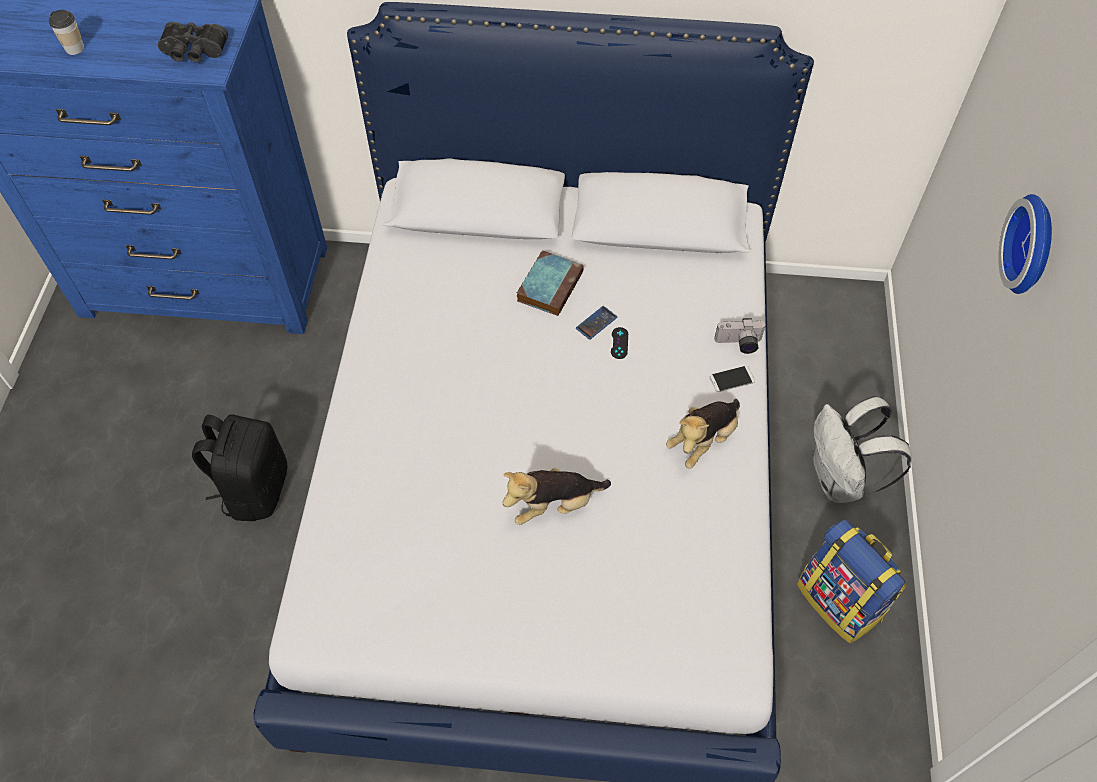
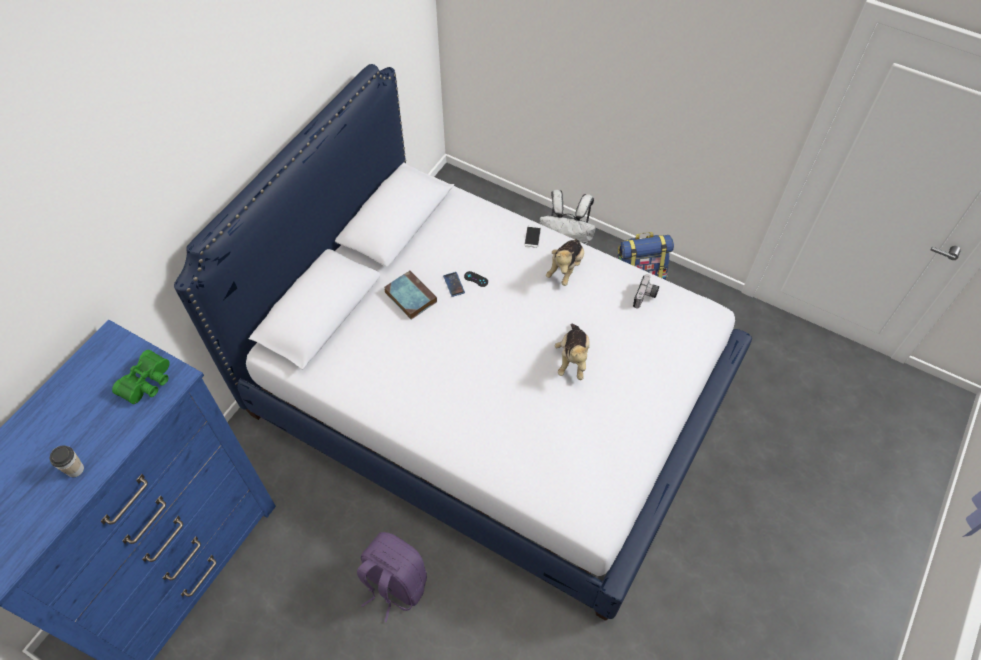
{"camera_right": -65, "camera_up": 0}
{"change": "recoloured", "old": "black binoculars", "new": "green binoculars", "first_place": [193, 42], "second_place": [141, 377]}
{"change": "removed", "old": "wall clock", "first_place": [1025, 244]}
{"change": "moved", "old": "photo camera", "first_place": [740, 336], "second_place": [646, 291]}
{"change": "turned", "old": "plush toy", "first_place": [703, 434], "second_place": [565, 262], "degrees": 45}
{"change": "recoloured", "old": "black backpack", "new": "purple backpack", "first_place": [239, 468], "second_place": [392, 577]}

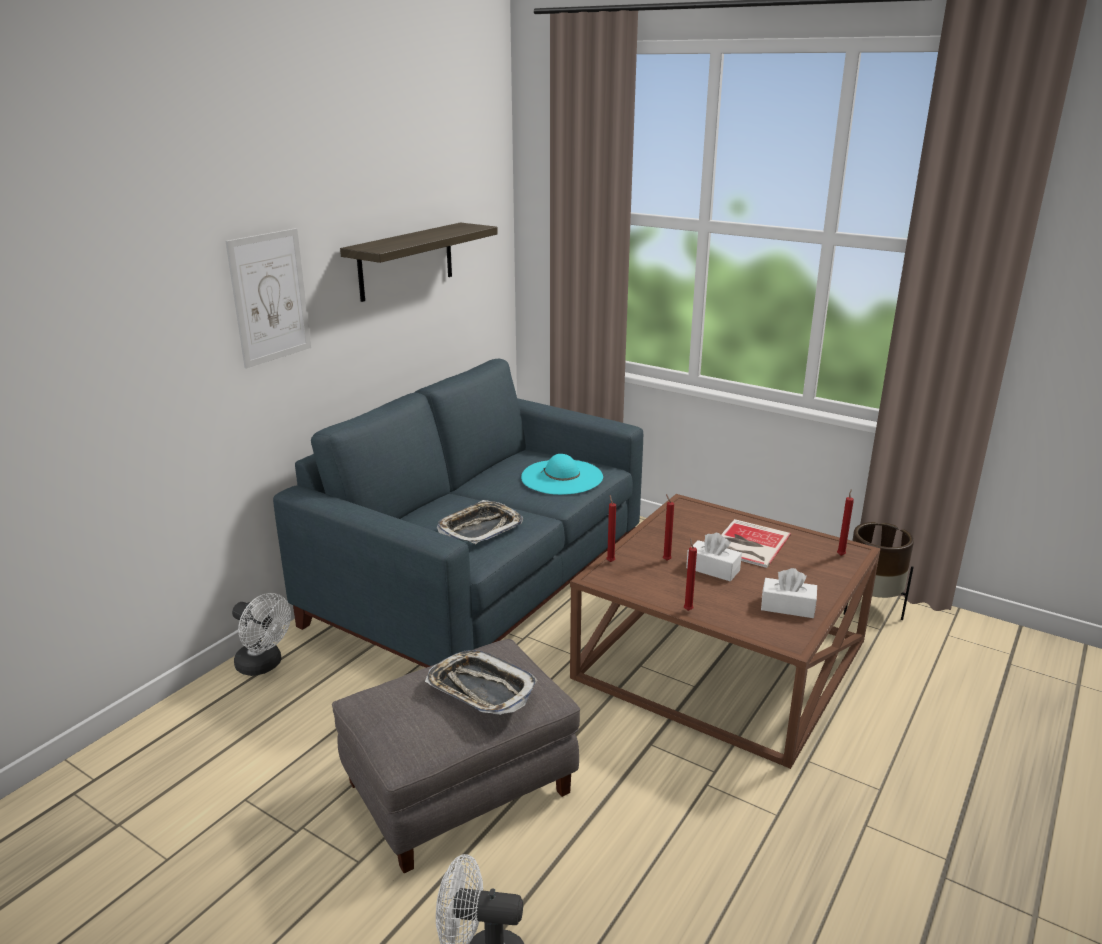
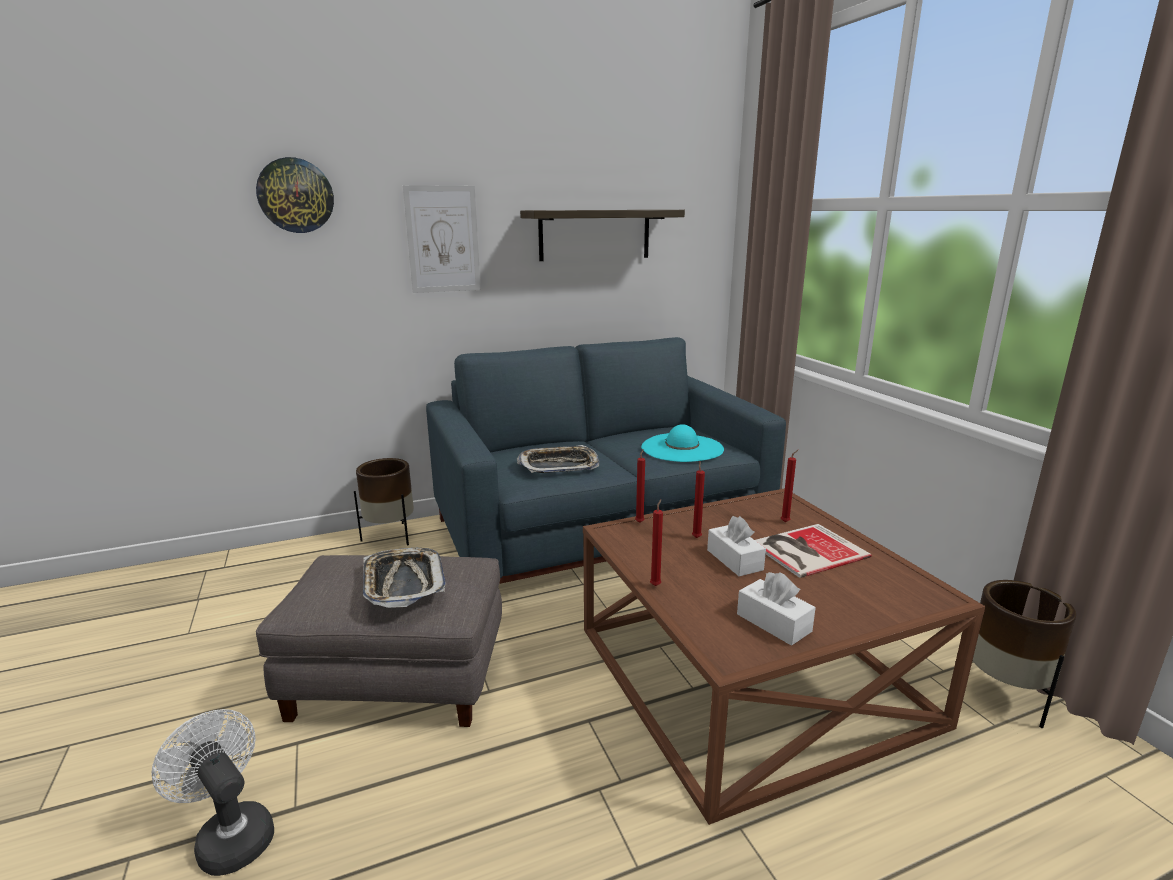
{"camera_right": 35, "camera_up": -5}
{"change": "moved", "old": "red candle", "first_place": [845, 522], "second_place": [789, 486]}
{"change": "replaced", "old": "white fan", "new": "brown planter", "first_place": [261, 634], "second_place": [384, 502]}
{"change": "added", "new": "wall clock", "second_place": [295, 195]}

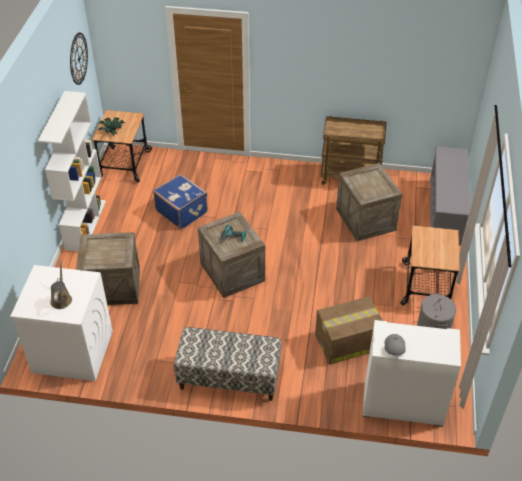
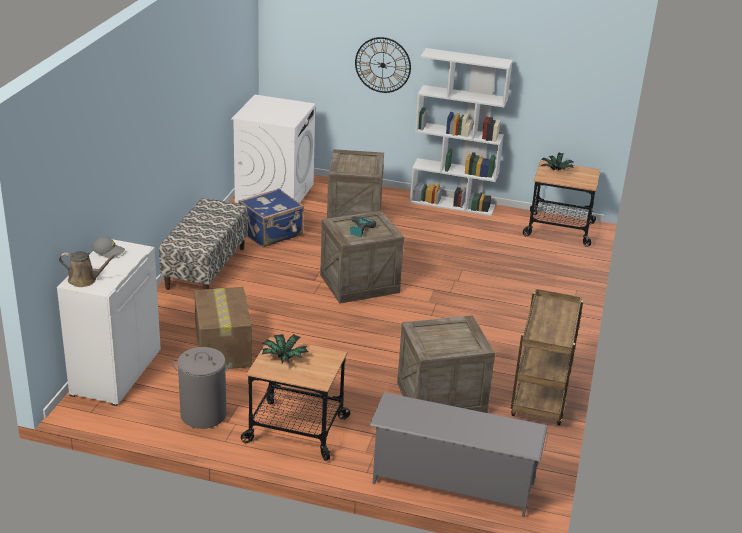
{"camera_right": 95, "camera_up": -15}
{"change": "moved", "old": "wall clock", "first_place": [79, 59], "second_place": [383, 65]}
{"change": "moved", "old": "blue suitcase", "first_place": [180, 201], "second_place": [271, 217]}
{"change": "moved", "old": "brown watering can", "first_place": [61, 284], "second_place": [88, 269]}
{"change": "added", "new": "potted plant", "second_place": [285, 349]}

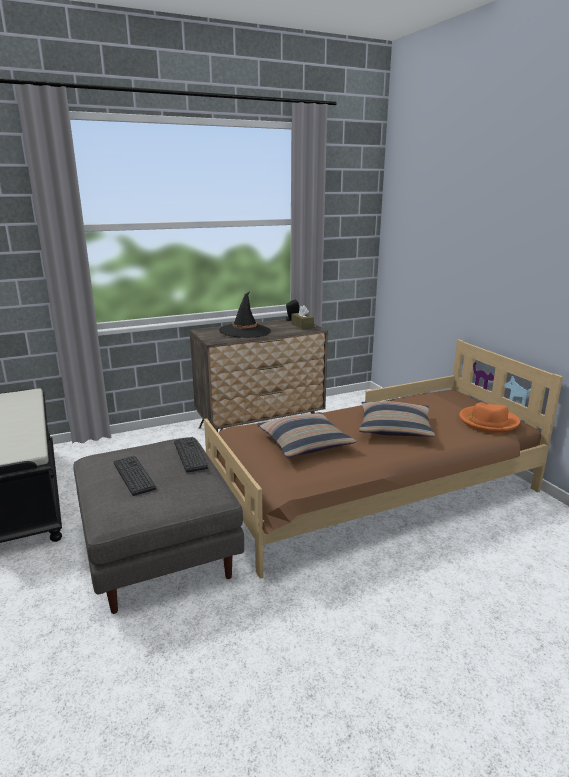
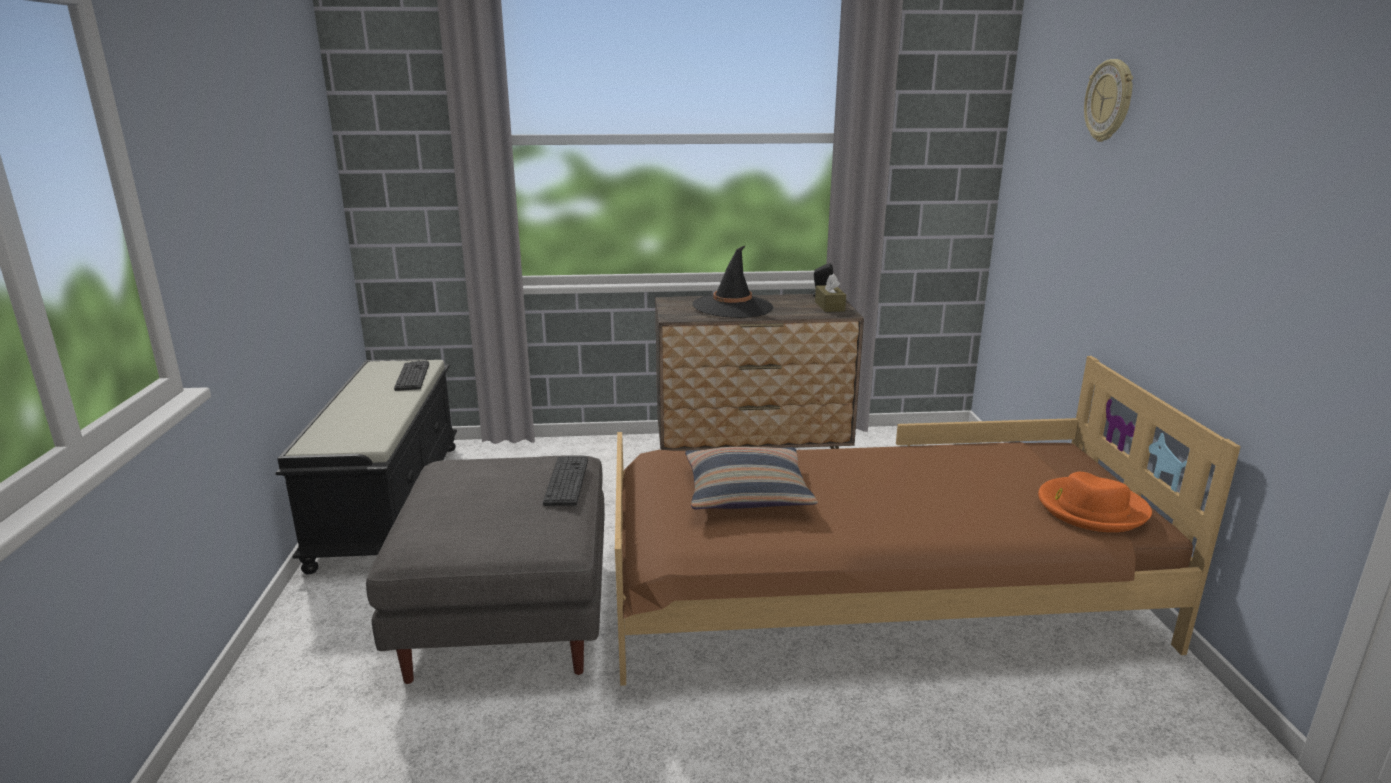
{"camera_right": 20, "camera_up": 0}
{"change": "removed", "old": "pillow", "first_place": [397, 419]}
{"change": "moved", "old": "keyboard", "first_place": [134, 476], "second_place": [411, 376]}
{"change": "added", "new": "wall clock", "second_place": [1108, 100]}

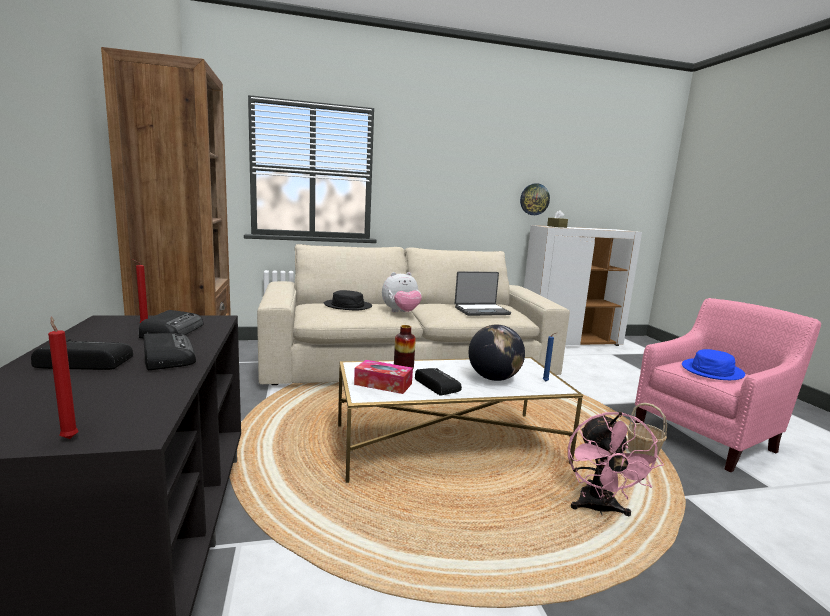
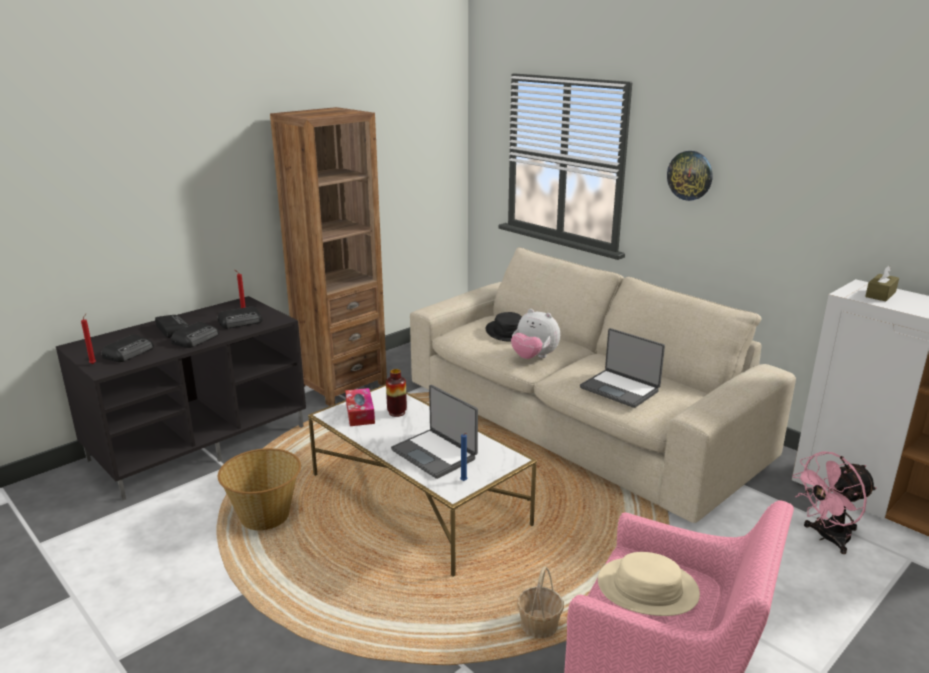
{"camera_right": 60, "camera_up": 10}
{"change": "moved", "old": "wall clock", "first_place": [535, 199], "second_place": [690, 176]}
{"change": "replaced", "old": "globe", "new": "laptop", "first_place": [497, 353], "second_place": [434, 432]}
{"change": "recoloured", "old": "blue hat", "new": "beige hat", "first_place": [713, 364], "second_place": [649, 584]}
{"change": "moved", "old": "radio", "first_place": [438, 382], "second_place": [128, 348]}
{"change": "moved", "old": "pink fan", "first_place": [616, 464], "second_place": [835, 502]}
{"change": "added", "new": "basket", "second_place": [259, 489]}

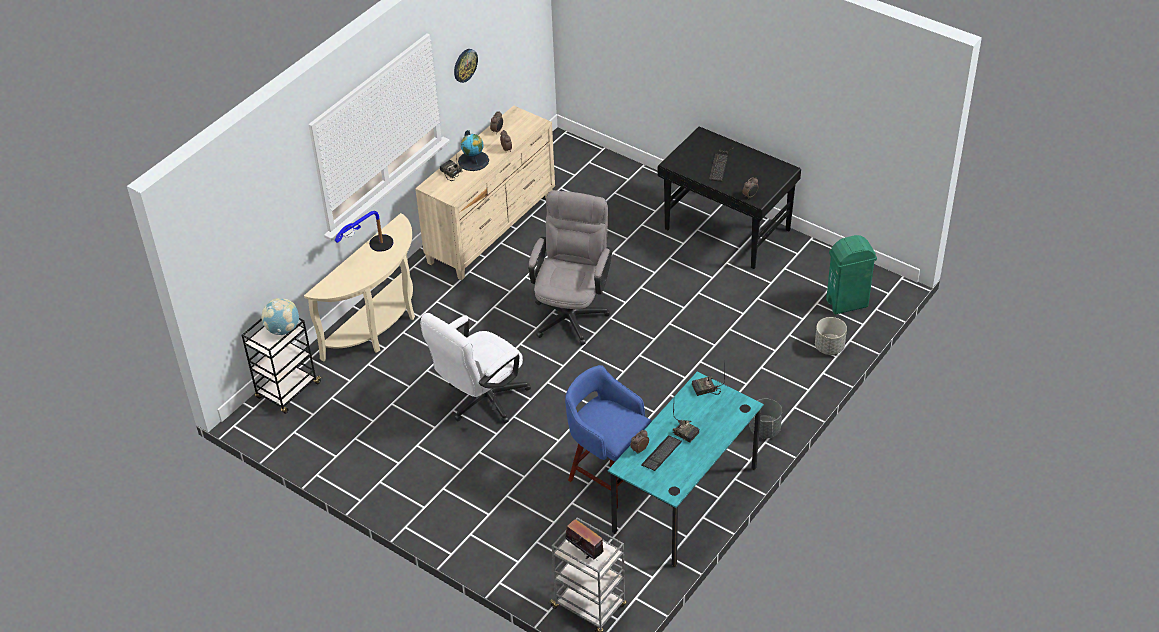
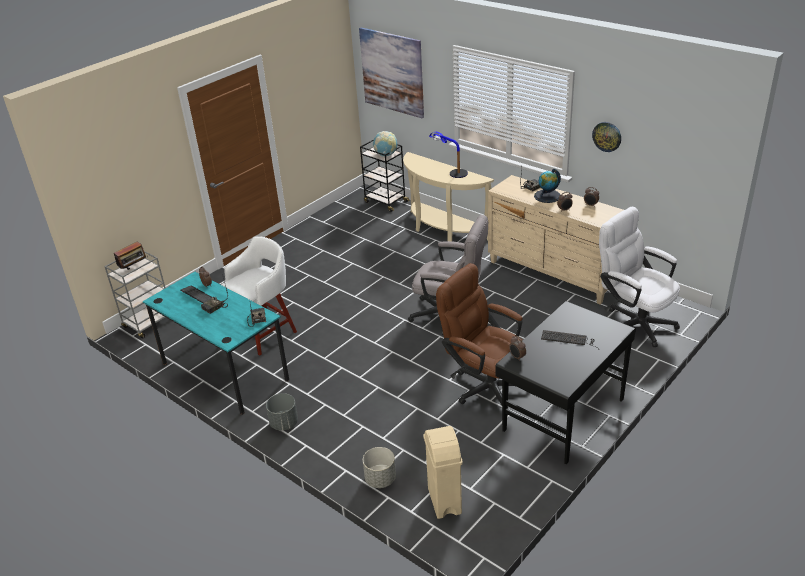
{"camera_right": 95, "camera_up": -10}
{"change": "recoloured", "old": "green trash can", "new": "beige trash can", "first_place": [851, 274], "second_place": [443, 472]}
{"change": "moved", "old": "white office chair", "first_place": [475, 368], "second_place": [639, 277]}
{"change": "recoloured", "old": "blue stool", "new": "white stool", "first_place": [608, 437], "second_place": [259, 296]}
{"change": "added", "new": "picture", "second_place": [391, 73]}
{"change": "added", "new": "brown office chair", "second_place": [479, 336]}

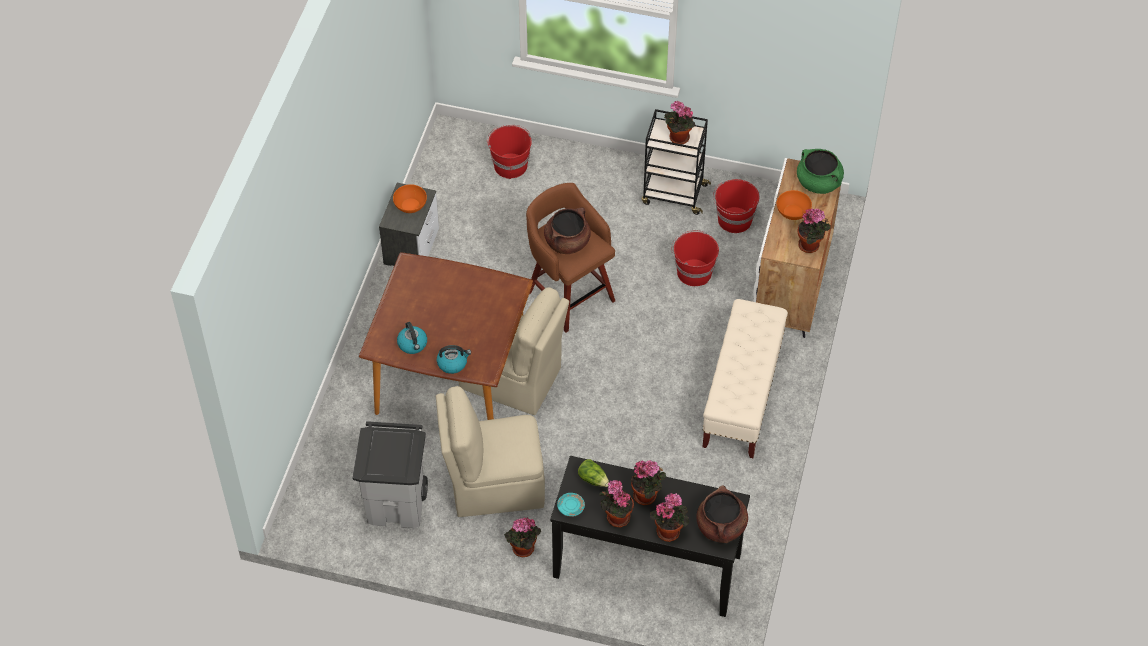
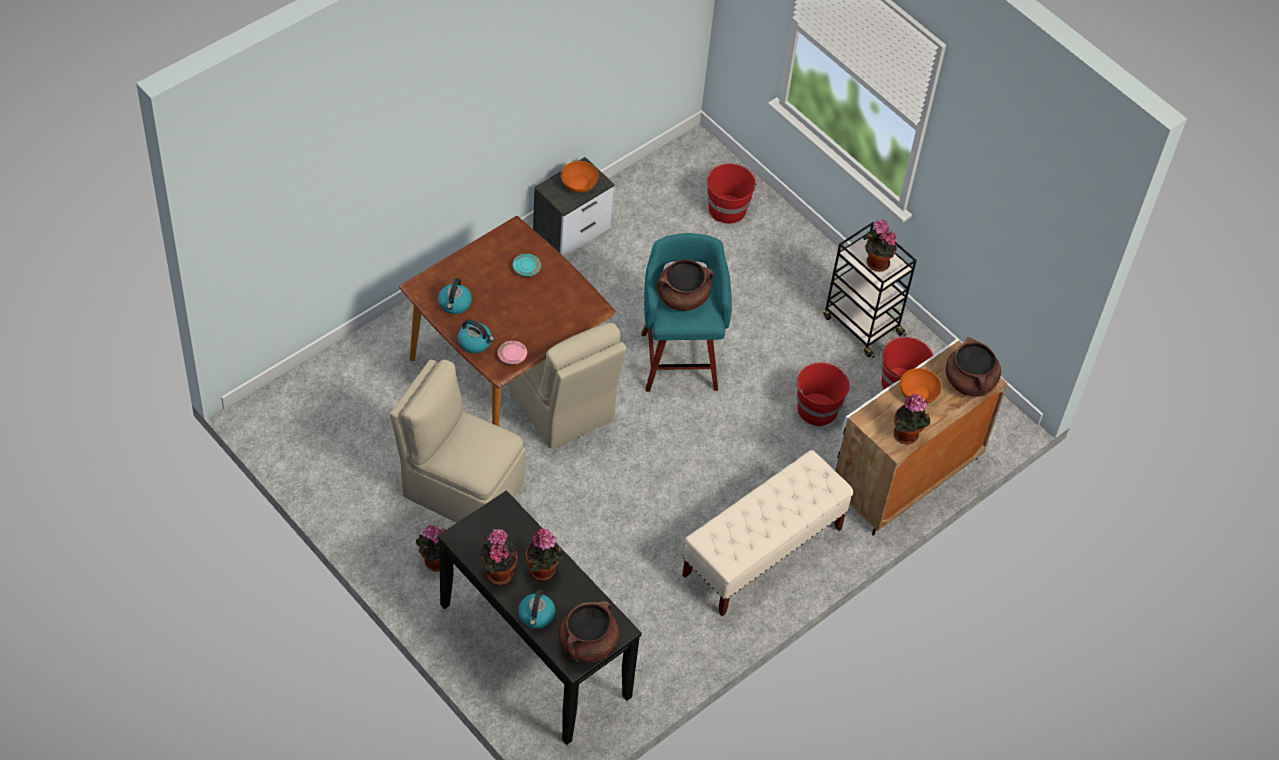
{"camera_right": 30, "camera_up": 0}
{"change": "recoloured", "old": "green cooking pot", "new": "brown cooking pot", "first_place": [820, 171], "second_place": [973, 367]}
{"change": "recoloured", "old": "brown stool", "new": "turquoise stool", "first_place": [570, 258], "second_place": [686, 312]}
{"change": "removed", "old": "grey trash can", "first_place": [390, 474]}
{"change": "removed", "old": "lettuce", "first_place": [593, 473]}
{"change": "moved", "old": "turquoise plate", "first_place": [571, 505], "second_place": [527, 265]}
{"change": "replaced", "old": "potted plant", "new": "kettle", "first_place": [669, 517], "second_place": [537, 608]}
{"change": "added", "new": "pink plate", "second_place": [512, 353]}

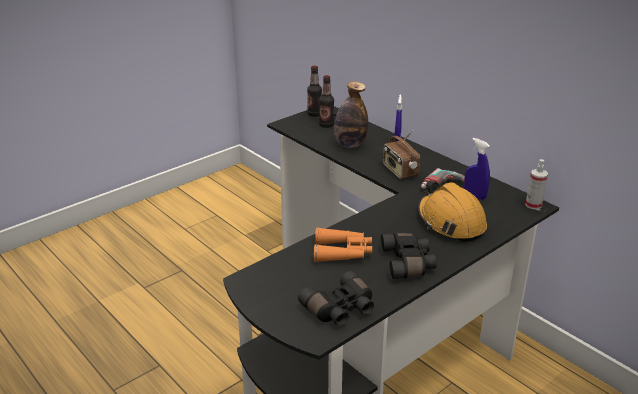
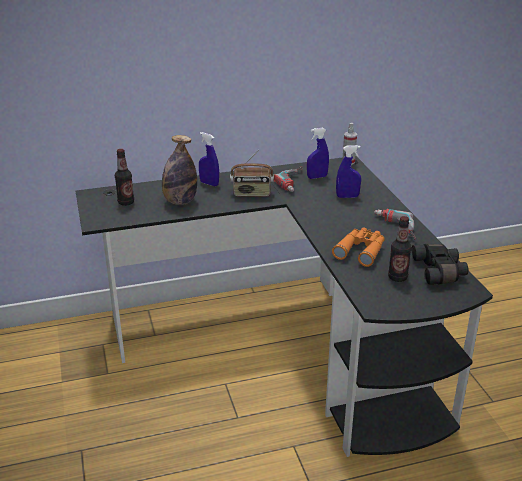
{"camera_right": -65, "camera_up": 0}
{"change": "moved", "old": "bottle", "first_place": [314, 91], "second_place": [400, 249]}
{"change": "replaced", "old": "orange hard hat", "new": "blue spray bottle", "first_place": [452, 211], "second_place": [348, 171]}
{"change": "replaced", "old": "black binoculars", "new": "power drill", "first_place": [409, 256], "second_place": [395, 224]}

